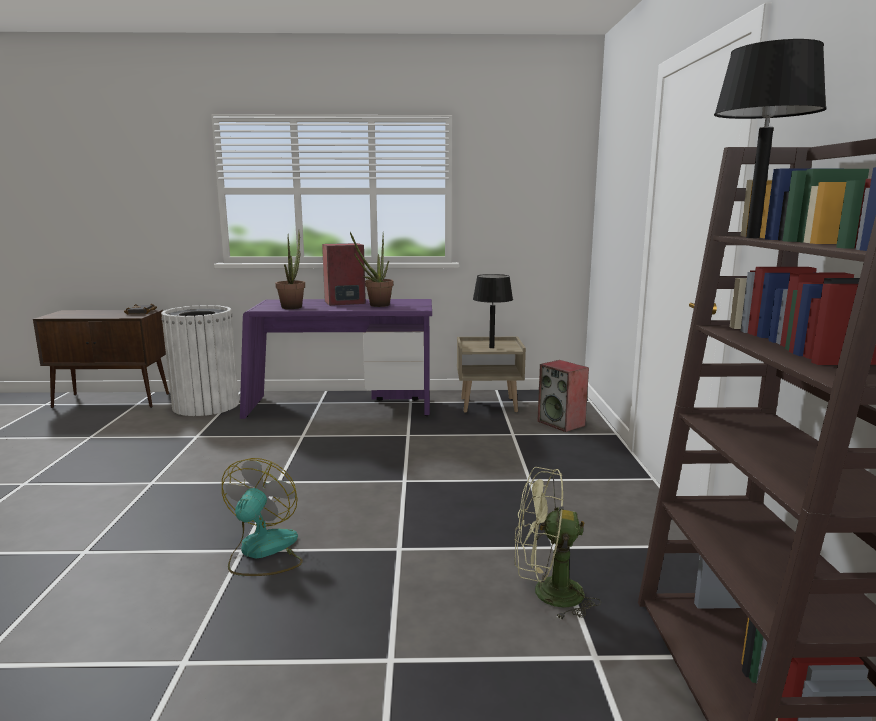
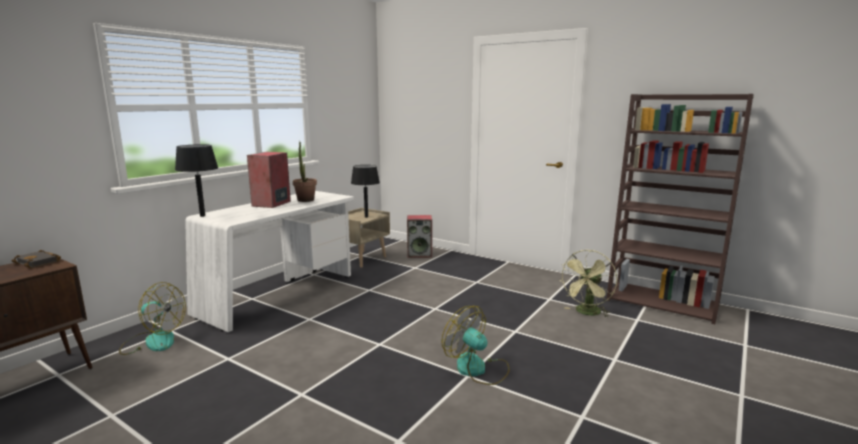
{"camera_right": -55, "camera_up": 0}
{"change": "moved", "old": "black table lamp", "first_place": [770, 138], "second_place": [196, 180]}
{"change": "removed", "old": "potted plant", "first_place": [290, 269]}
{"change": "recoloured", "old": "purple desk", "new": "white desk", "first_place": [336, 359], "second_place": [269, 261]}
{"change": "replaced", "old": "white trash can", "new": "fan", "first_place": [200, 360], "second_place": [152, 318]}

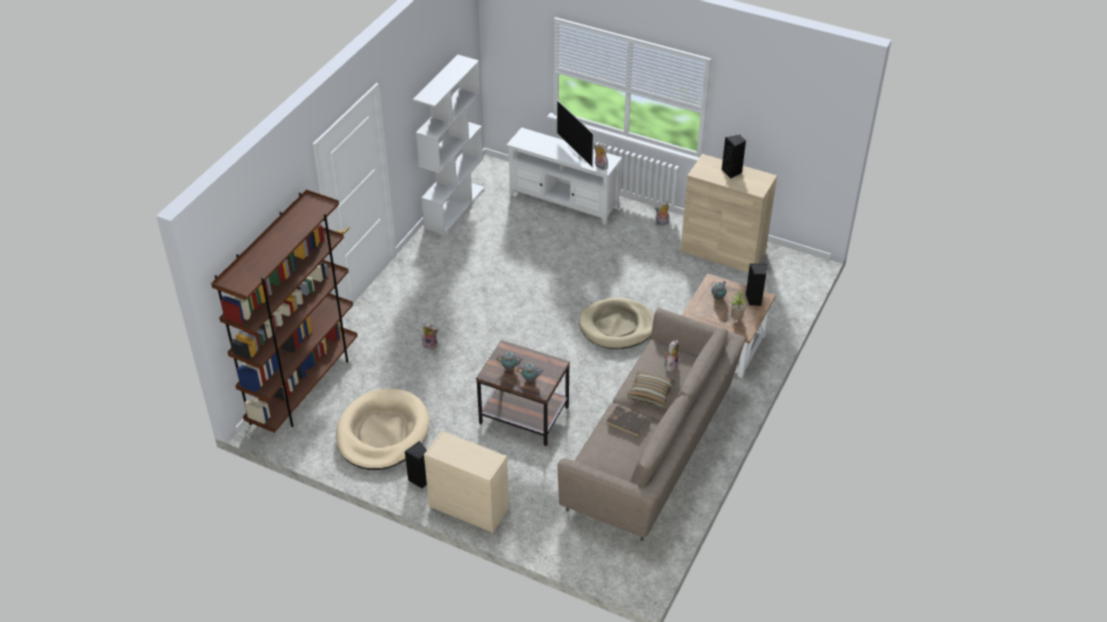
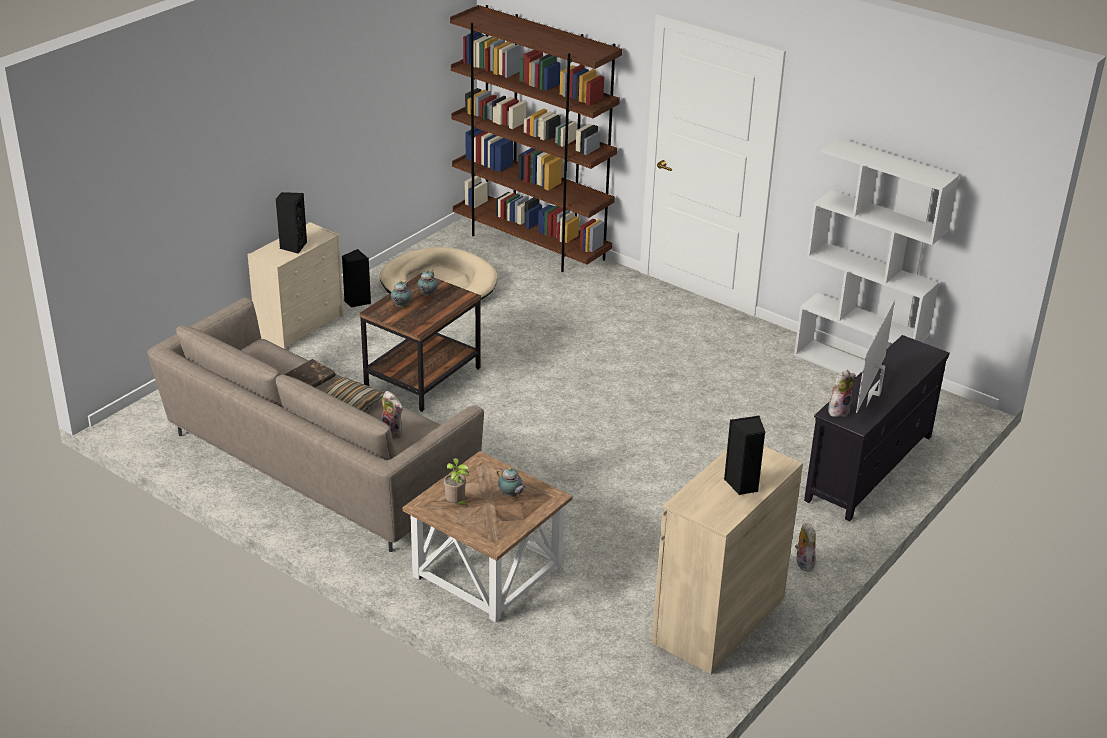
{"camera_right": 100, "camera_up": -10}
{"change": "turned", "old": "television", "first_place": [575, 134], "second_place": [875, 356], "degrees": -45}
{"change": "recoloured", "old": "white tv stand", "new": "black tv stand", "first_place": [565, 176], "second_place": [877, 428]}
{"change": "moved", "old": "black speaker", "first_place": [757, 284], "second_place": [291, 223]}
{"change": "removed", "old": "beige dog bed", "first_place": [616, 323]}
{"change": "removed", "old": "plush toy", "first_place": [430, 336]}

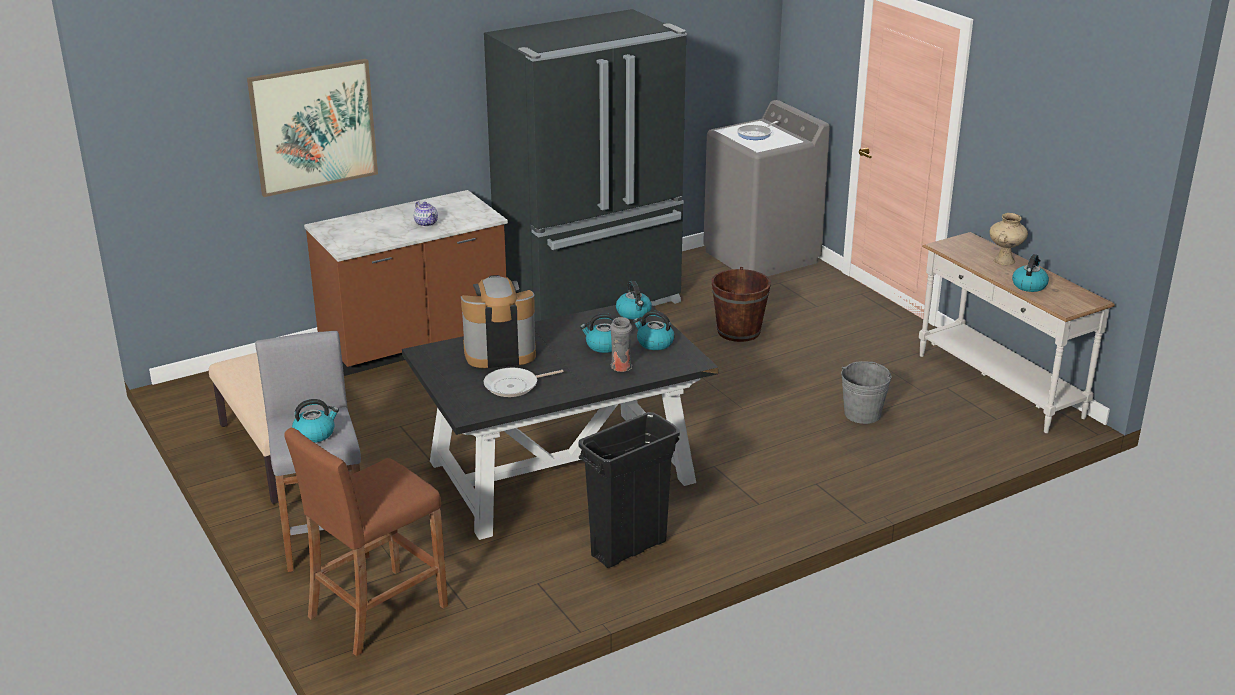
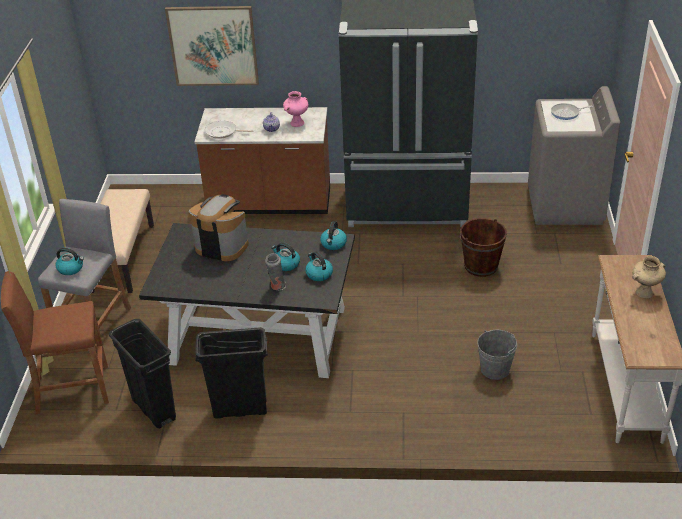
{"camera_right": 35, "camera_up": 10}
{"change": "removed", "old": "kettle", "first_place": [1030, 273]}
{"change": "moved", "old": "frying pan", "first_place": [523, 382], "second_place": [229, 130]}
{"change": "added", "new": "pink vase", "second_place": [296, 109]}
{"change": "added", "new": "black trash can", "second_place": [142, 373]}

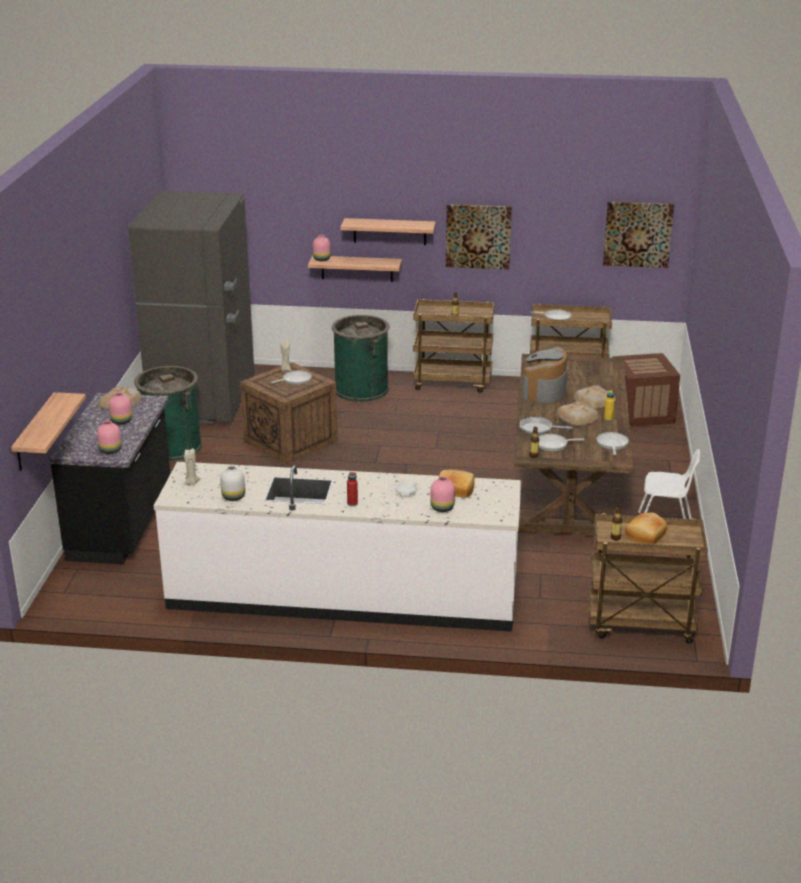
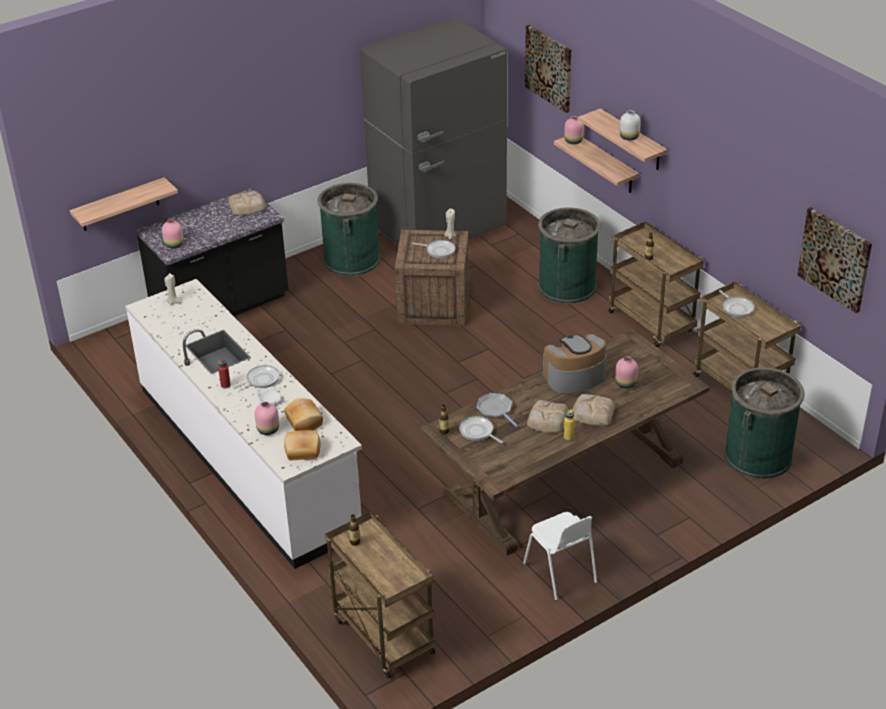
{"camera_right": 50, "camera_up": 10}
{"change": "moved", "old": "picture", "first_place": [479, 236], "second_place": [548, 69]}
{"change": "replaced", "old": "crate", "new": "green trash can", "first_place": [646, 390], "second_place": [764, 423]}
{"change": "moved", "old": "pink vase", "first_place": [120, 408], "second_place": [626, 372]}
{"change": "moved", "old": "frying pan", "first_place": [613, 443], "second_place": [256, 377]}
{"change": "moved", "old": "white vase", "first_place": [232, 483], "second_place": [630, 125]}
{"change": "moved", "old": "bread", "first_place": [646, 528], "second_place": [302, 445]}

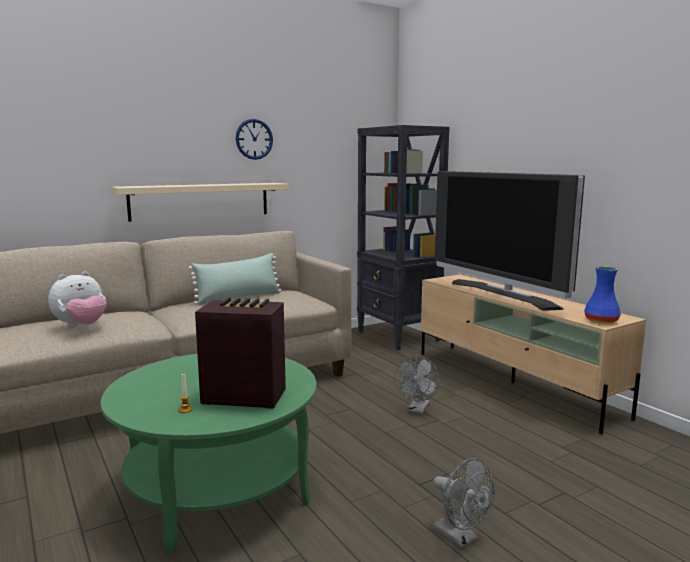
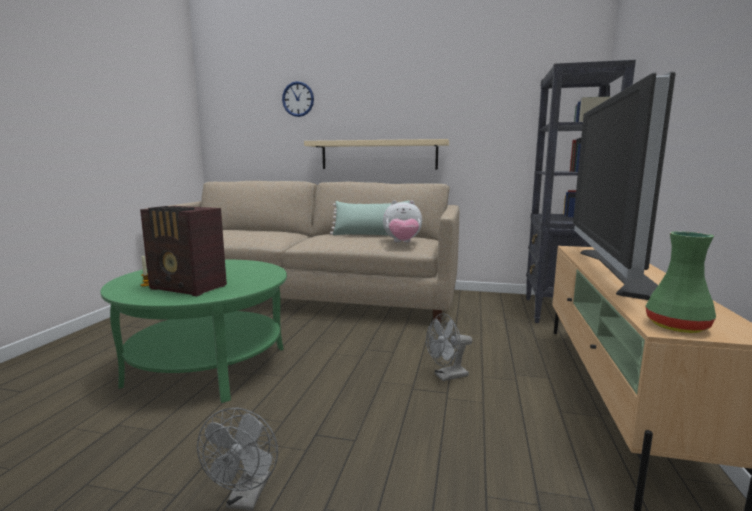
{"camera_right": 45, "camera_up": 0}
{"change": "moved", "old": "wall clock", "first_place": [254, 139], "second_place": [298, 99]}
{"change": "recoloured", "old": "blue vase", "new": "green vase", "first_place": [602, 295], "second_place": [680, 282]}
{"change": "moved", "old": "plush toy", "first_place": [77, 299], "second_place": [402, 221]}
{"change": "turned", "old": "radio", "first_place": [240, 353], "second_place": [183, 251], "degrees": 150}

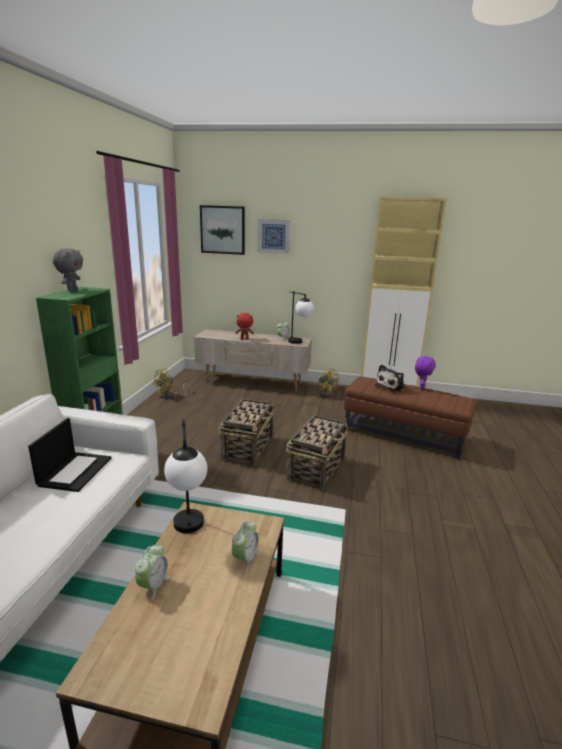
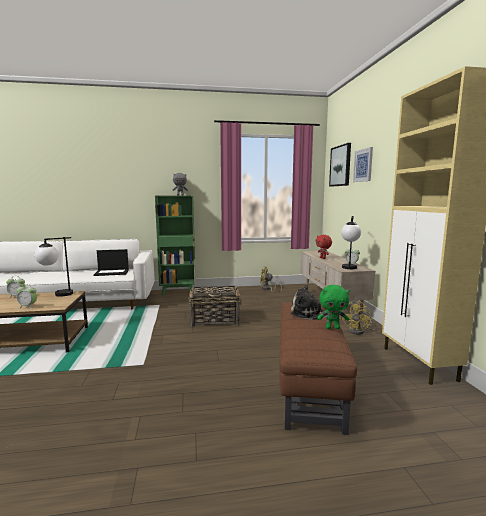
{"camera_right": 70, "camera_up": -10}
{"change": "recoloured", "old": "purple plush toy", "new": "green plush toy", "first_place": [425, 372], "second_place": [333, 307]}
{"change": "removed", "old": "basket", "first_place": [317, 453]}

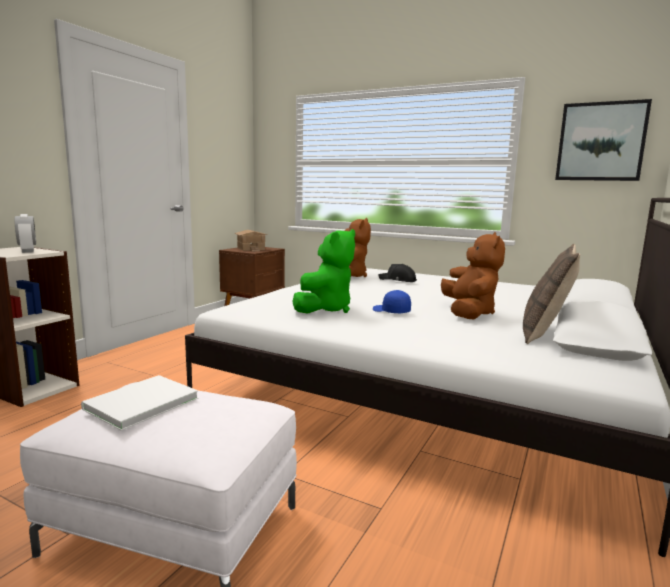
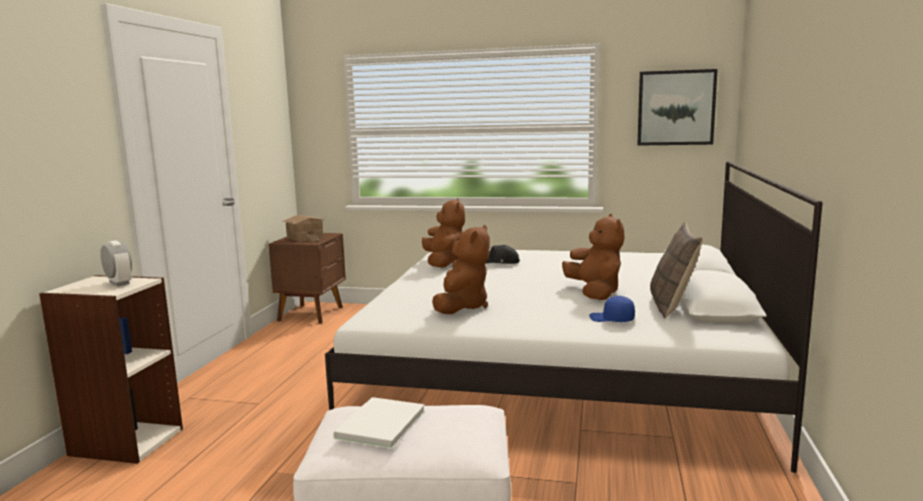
{"camera_right": -15, "camera_up": 0}
{"change": "recoloured", "old": "green plush toy", "new": "brown plush toy", "first_place": [323, 271], "second_place": [461, 269]}
{"change": "moved", "old": "blue cap", "first_place": [392, 302], "second_place": [612, 309]}

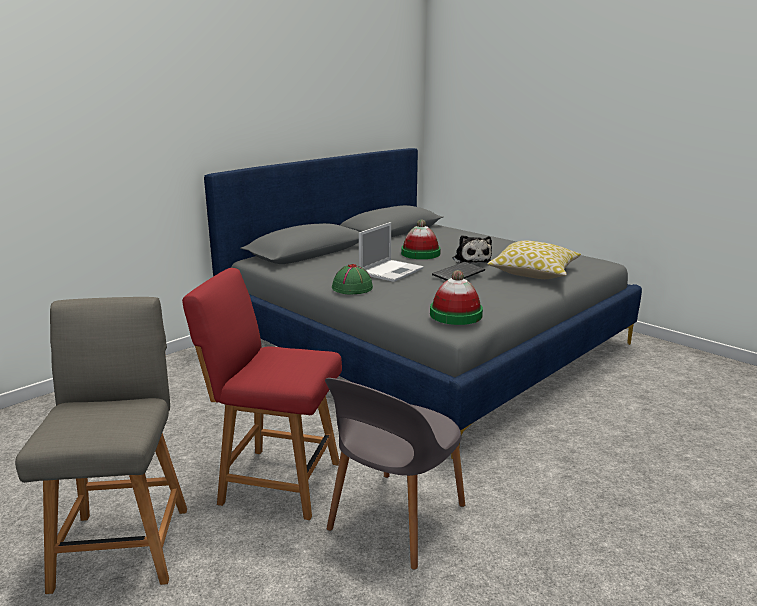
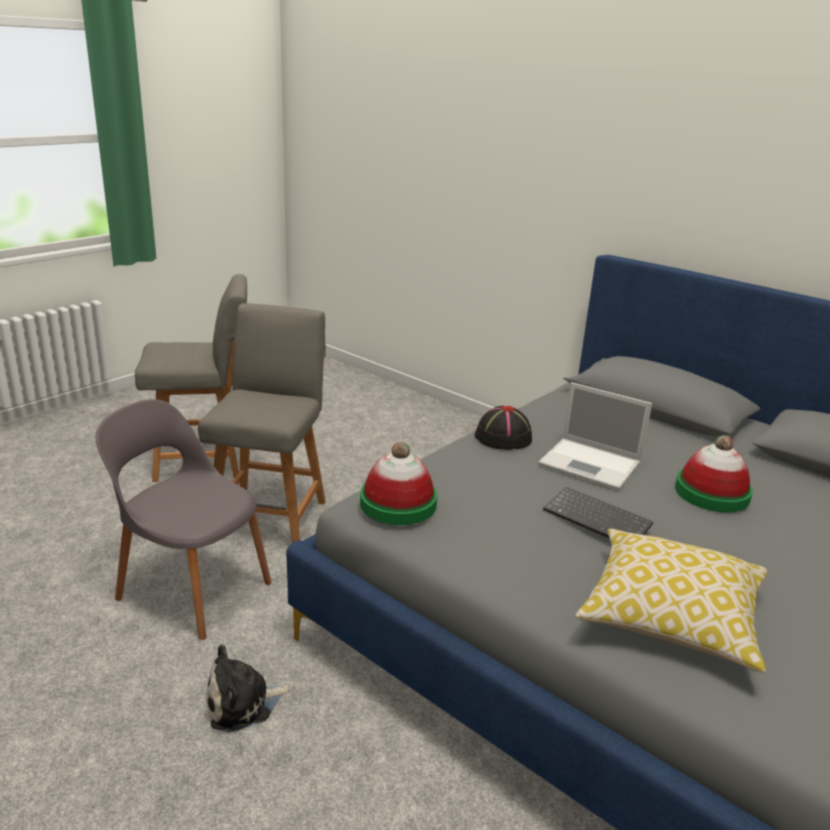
{"camera_right": 85, "camera_up": 5}
{"change": "moved", "old": "plush toy", "first_place": [472, 249], "second_place": [249, 688]}
{"change": "recoloured", "old": "green hat", "new": "black hat", "first_place": [352, 279], "second_place": [503, 428]}
{"change": "recoloured", "old": "red chair", "new": "grey chair", "first_place": [262, 394], "second_place": [262, 423]}

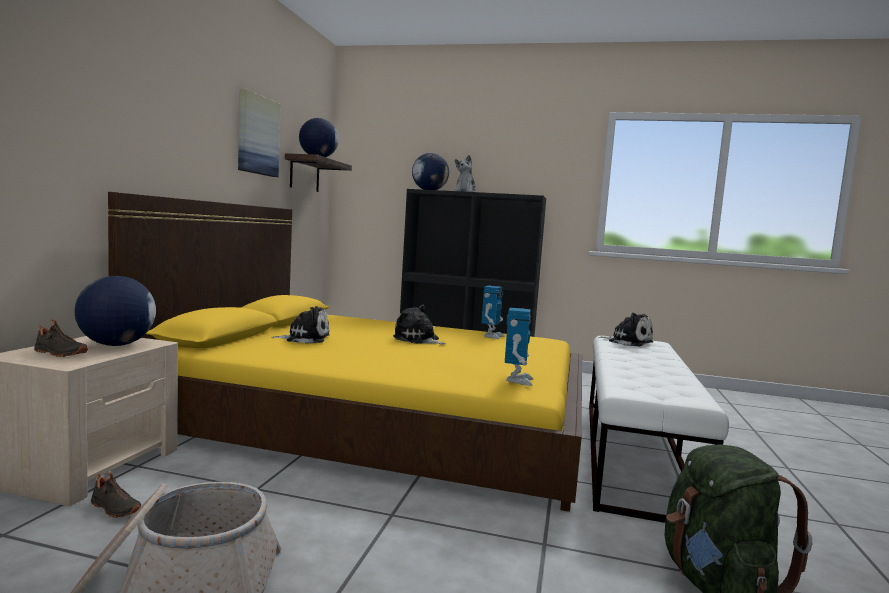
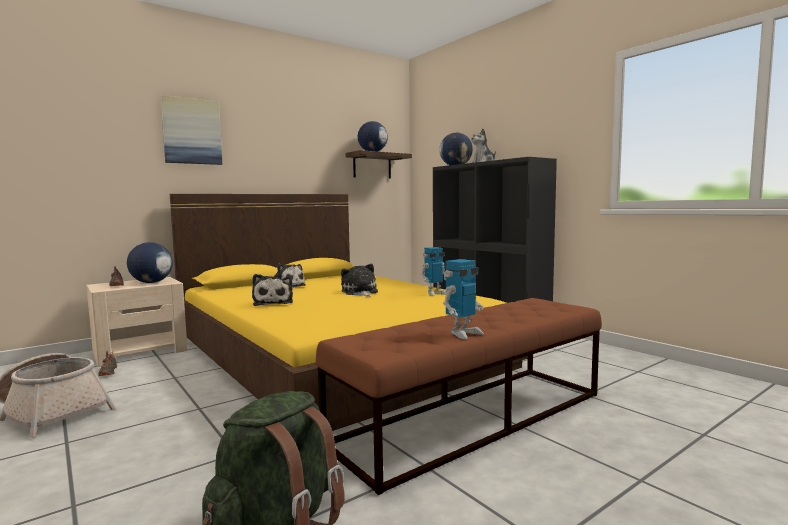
{"camera_right": 40, "camera_up": 0}
{"change": "moved", "old": "picture", "first_place": [259, 132], "second_place": [191, 130]}
{"change": "moved", "old": "toy robot", "first_place": [519, 347], "second_place": [463, 299]}
{"change": "moved", "old": "plush toy", "first_place": [625, 329], "second_place": [272, 290]}
{"change": "recoloured", "old": "white bench", "new": "brown bench", "first_place": [659, 429], "second_place": [459, 396]}

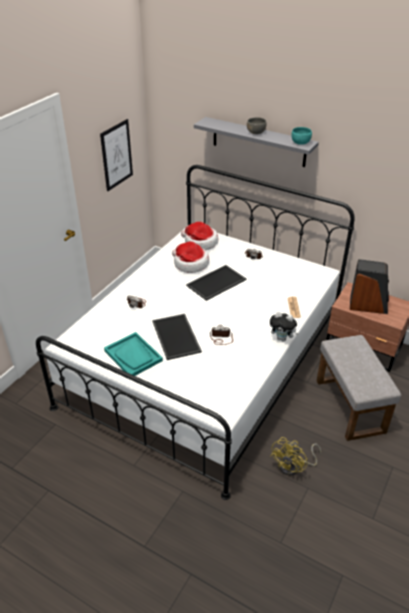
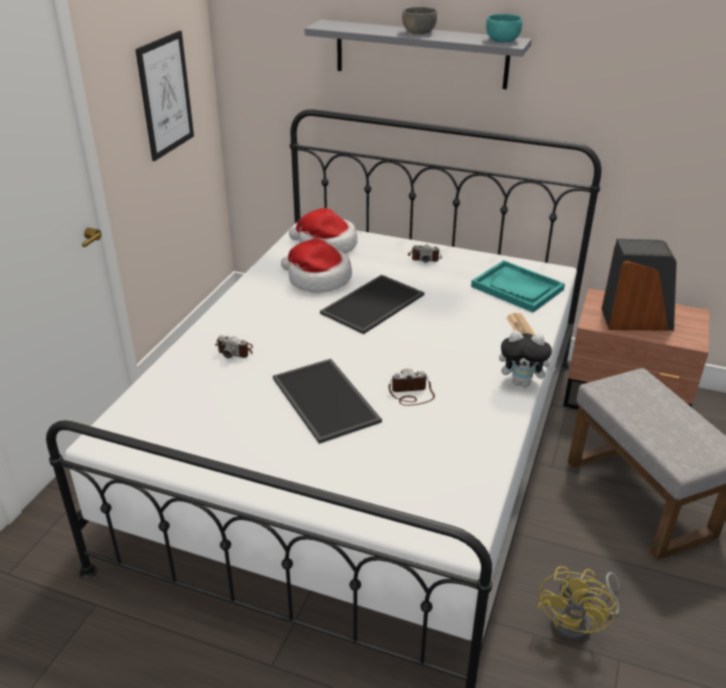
{"camera_right": -10, "camera_up": -5}
{"change": "moved", "old": "turquoise tray", "first_place": [133, 354], "second_place": [518, 286]}

